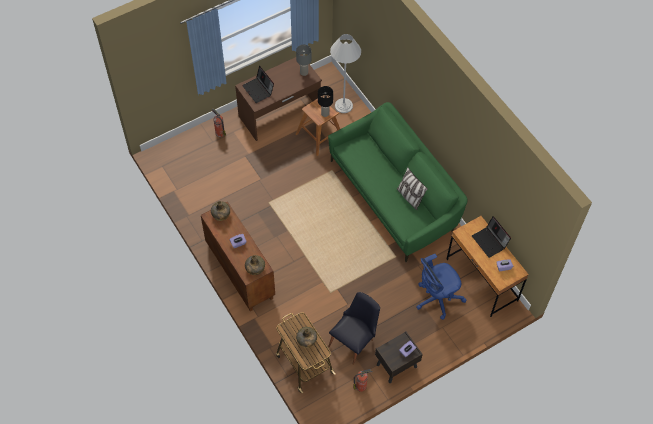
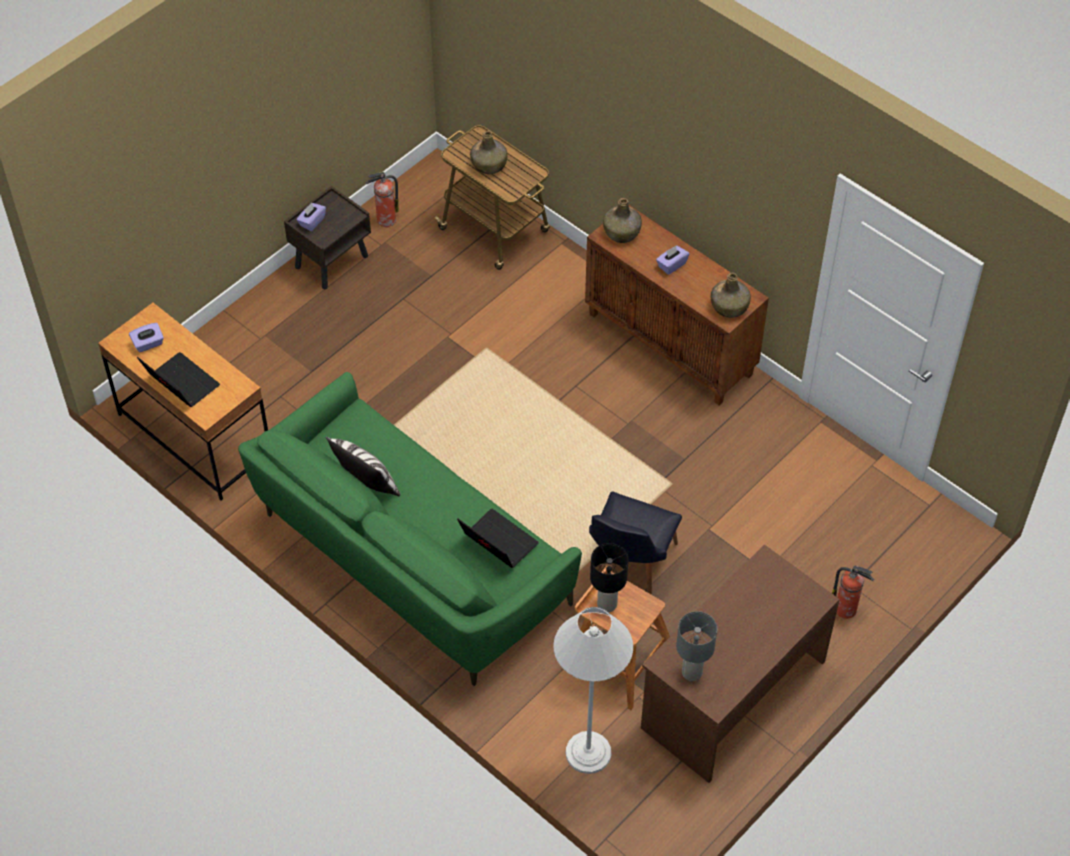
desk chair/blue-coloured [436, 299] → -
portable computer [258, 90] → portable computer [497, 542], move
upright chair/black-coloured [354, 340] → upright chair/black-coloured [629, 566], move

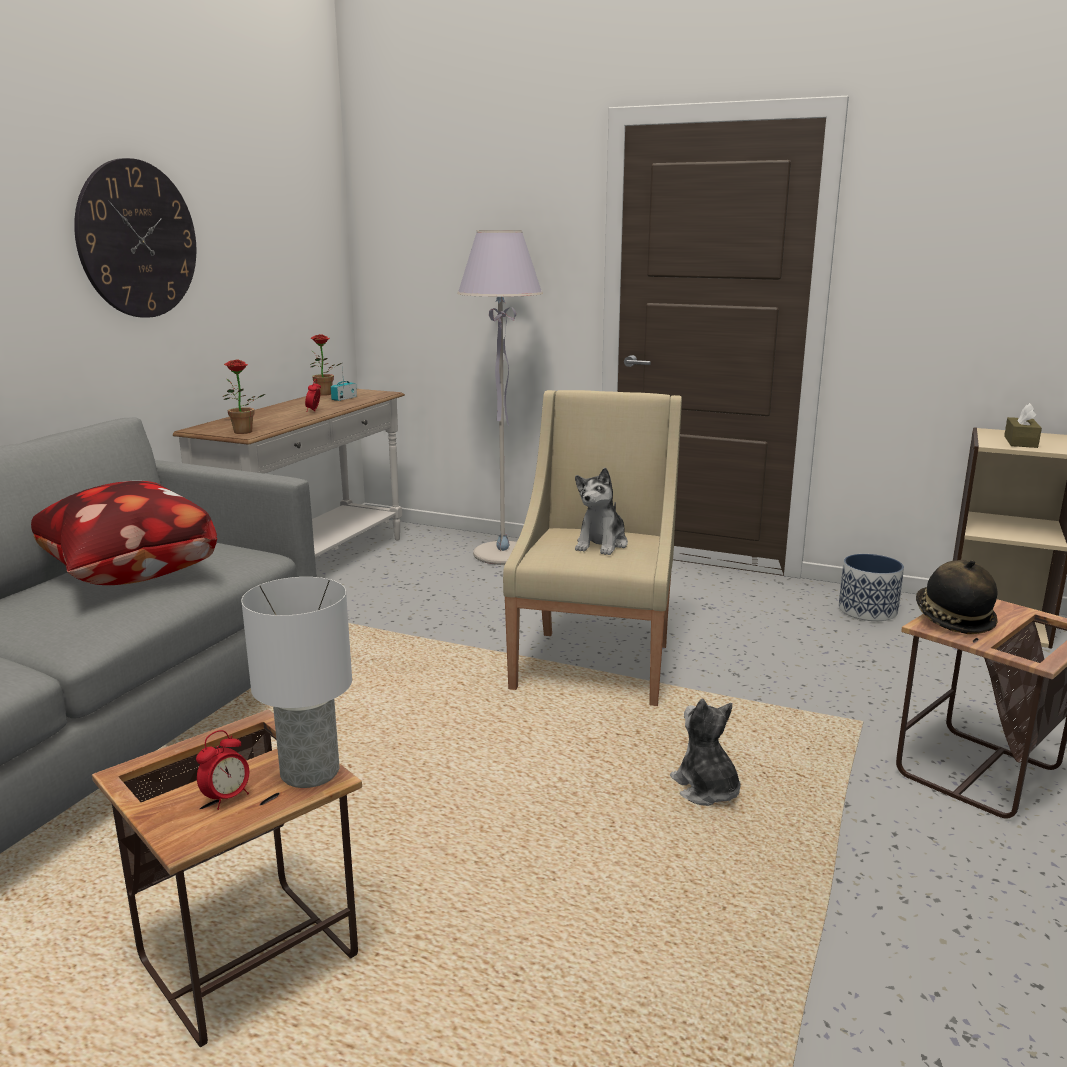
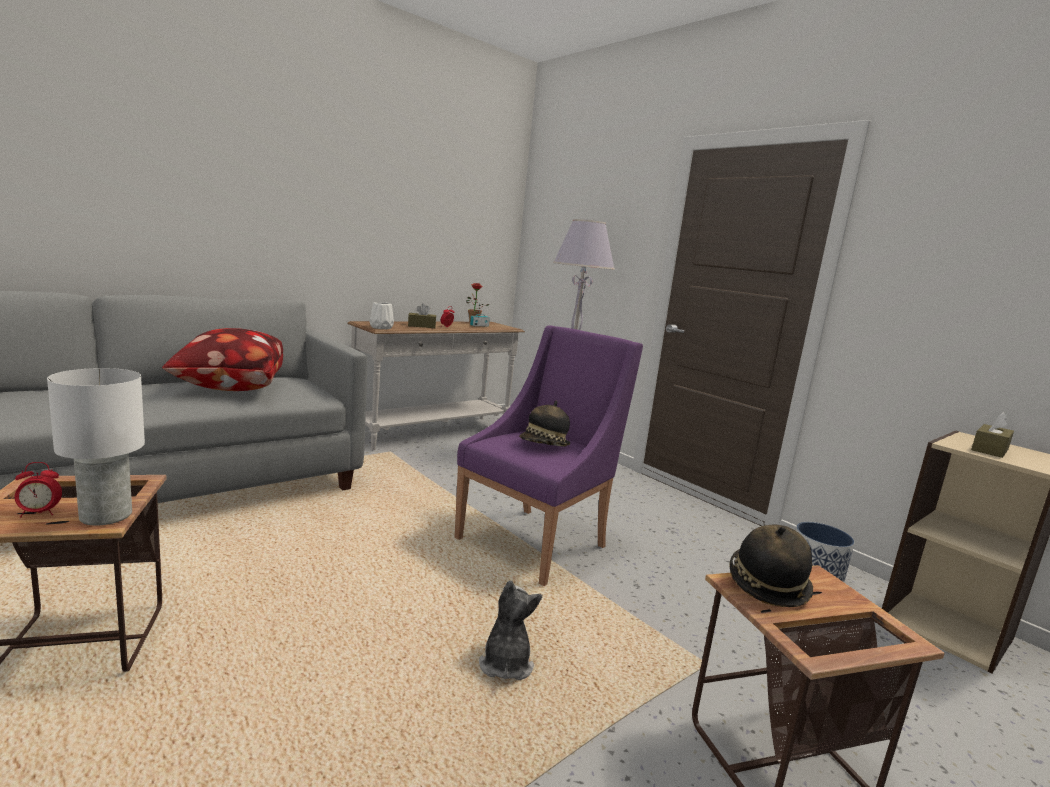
hanging clock [138, 239] → -
- → tissue box/brown-coloured [421, 326]
plant in a pot [243, 433] → vase/white-coloured [380, 328]
cuddly toy [601, 544] → wearable hat [544, 445]
armchair/beige-coloured [595, 664] → armchair/purplish [536, 542]

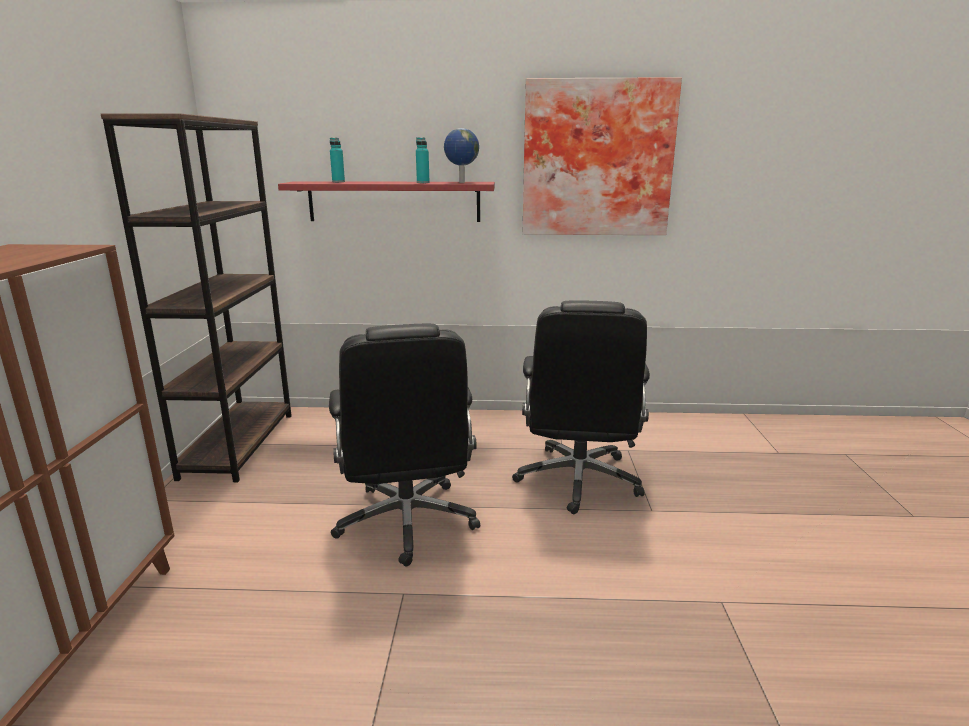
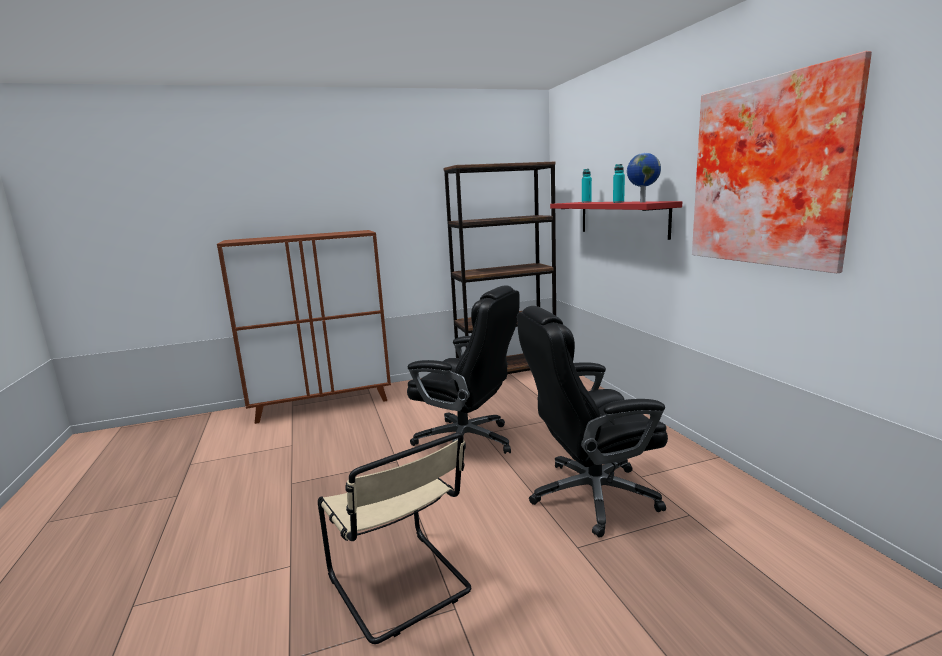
- → upright chair/beige-coloured [401, 586]
desk chair/black-coloured [407, 522] → desk chair/black-coloured [467, 442], 120 degrees counterclockwise

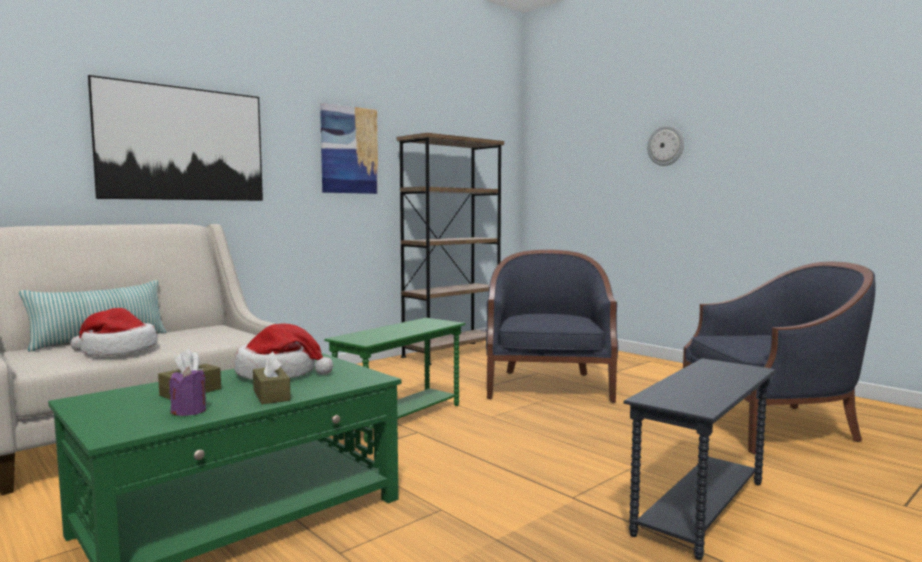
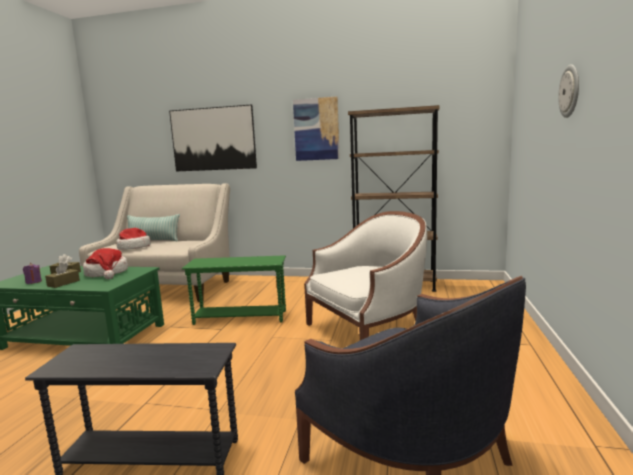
armchair/blue-coloured [548, 386] → armchair/white-coloured [368, 332]

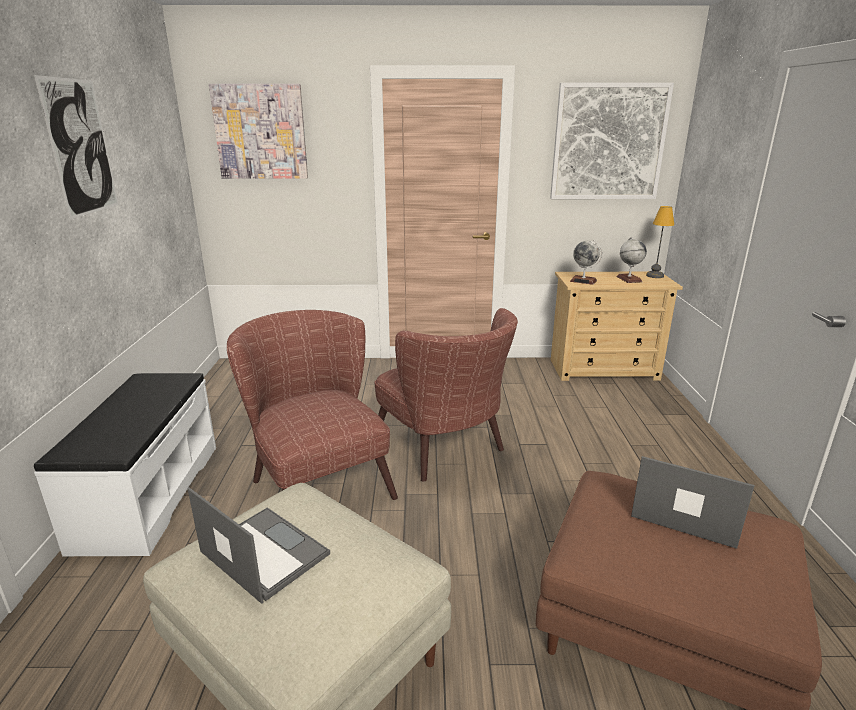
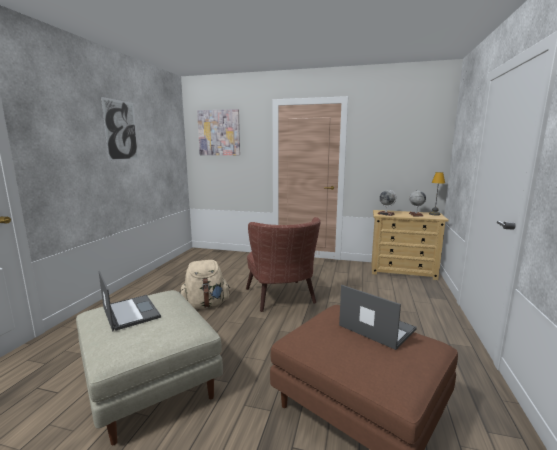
bench/white-coloured [148, 494] → -
wall art [608, 142] → -
armchair/brown-coloured [317, 482] → rucksack/beige-coloured [205, 304]

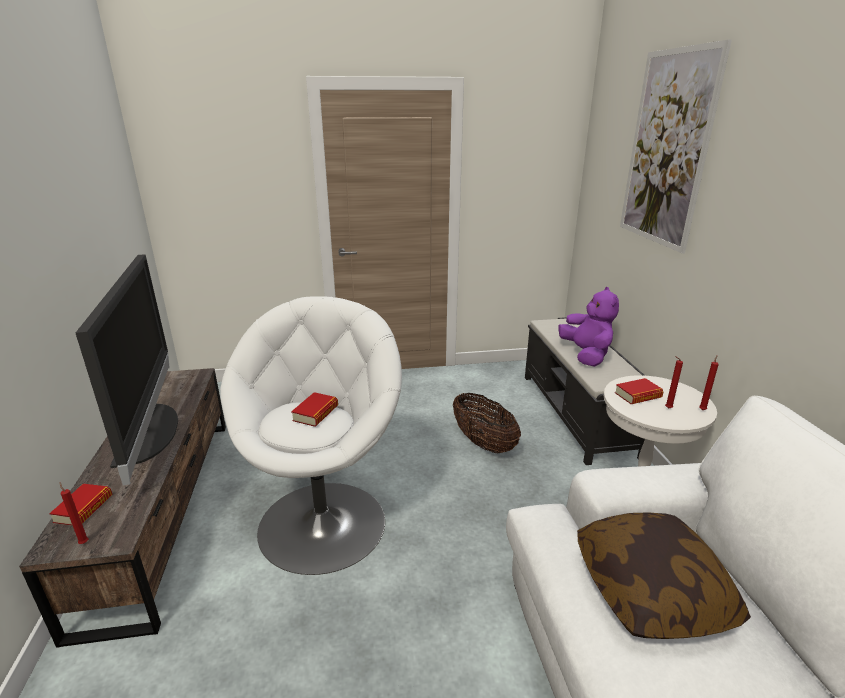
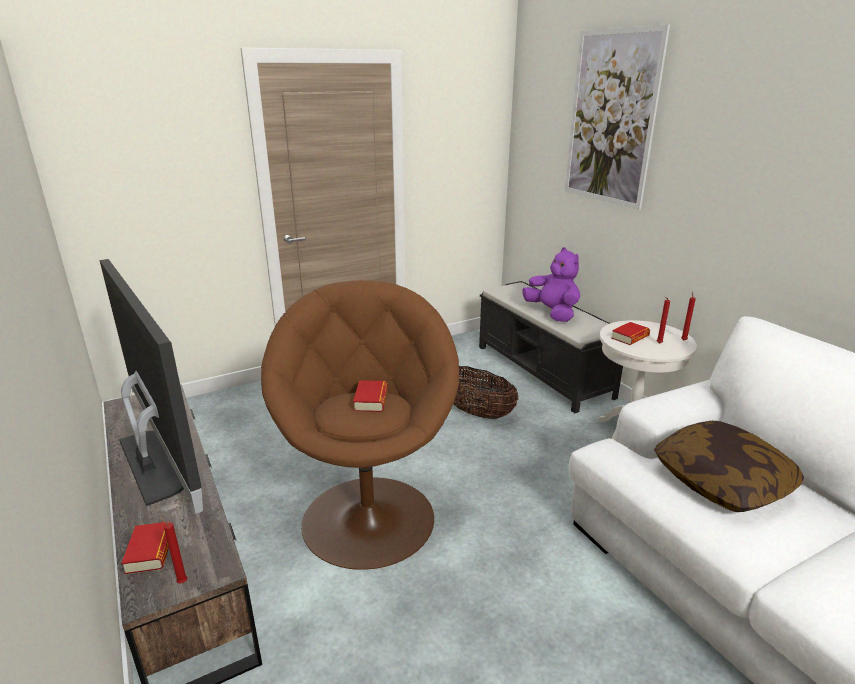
armchair/white-coloured [324, 523] → armchair/brown-coloured [369, 517]

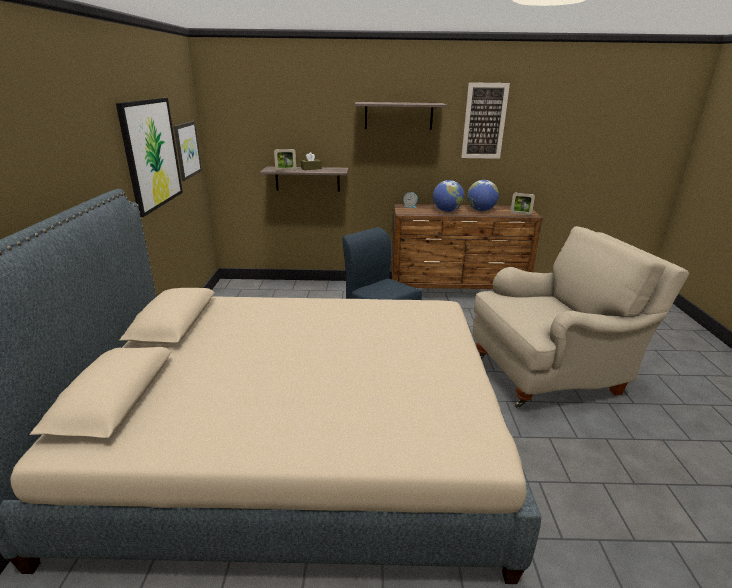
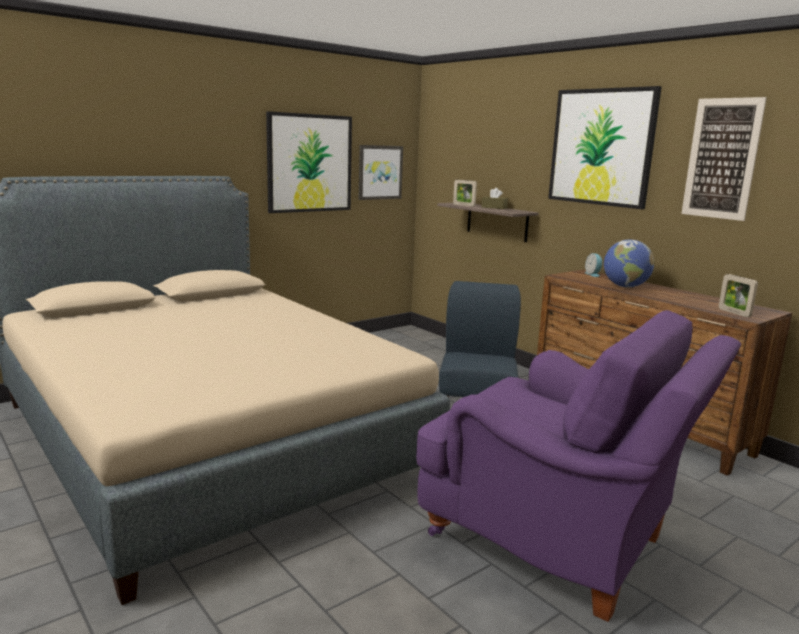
globe [481, 210] → -
bracket shelf [398, 115] → wall art [601, 147]
armchair/beige-coloured [551, 374] → armchair/purplish [556, 543]

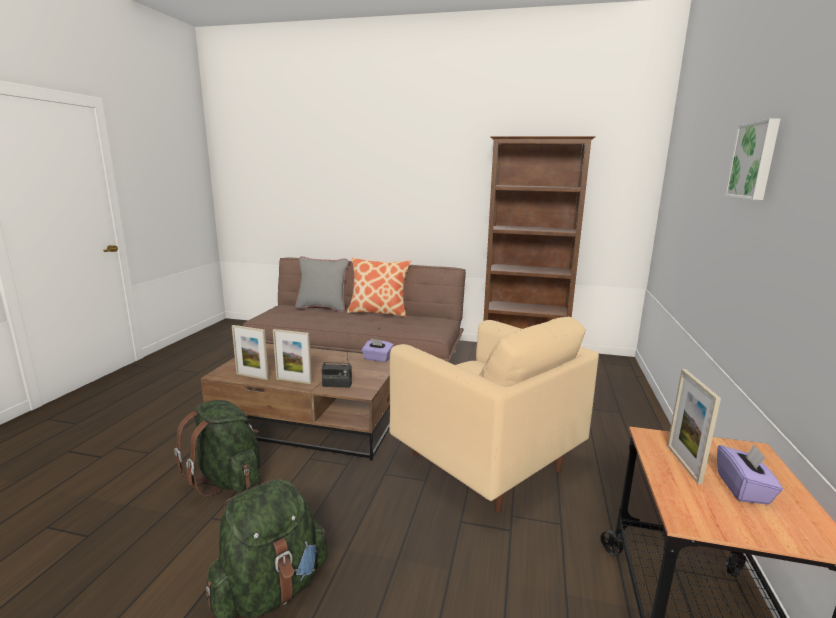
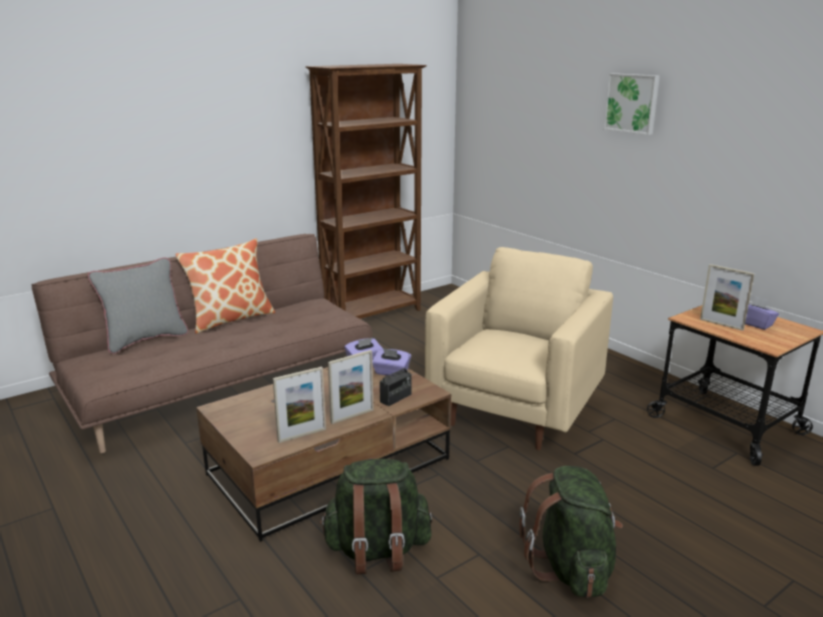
- → tissue box/purplish [391, 372]
armchair/beige-coloured [484, 462] → armchair/beige-coloured [515, 411], 60 degrees counterclockwise

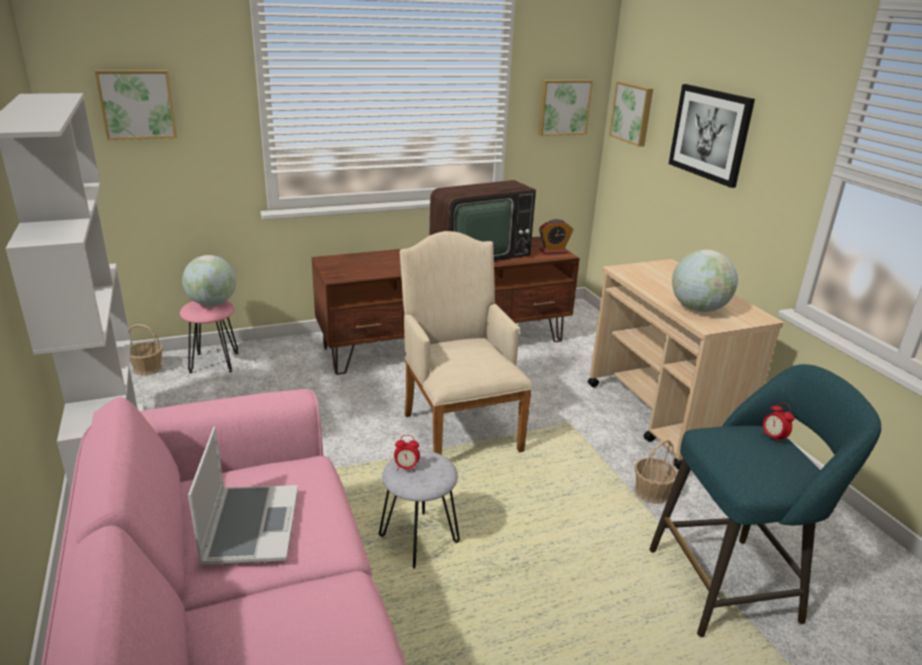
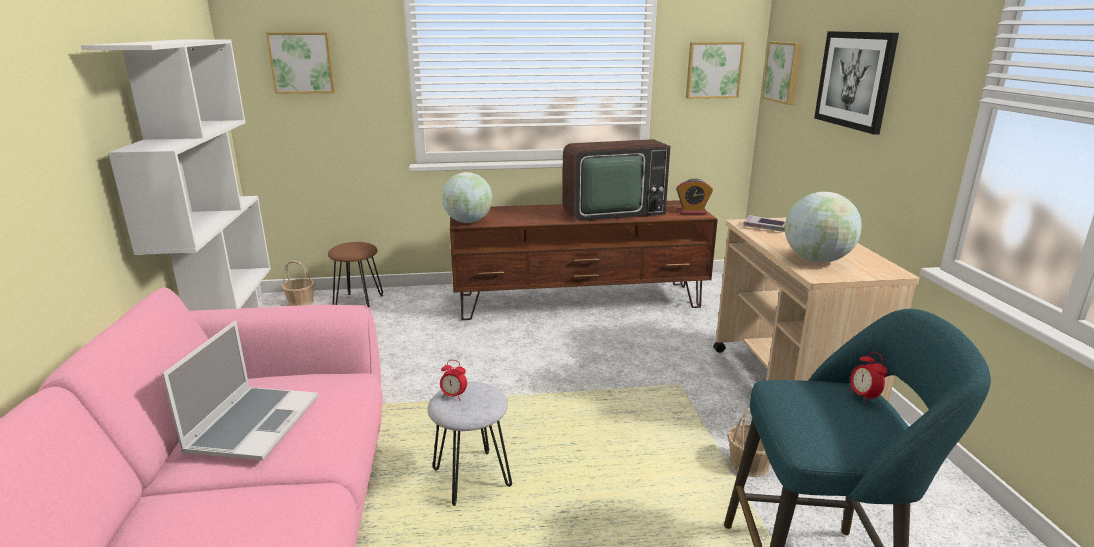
armchair/beige-coloured [459, 427] → -
- → volume [765, 227]
globe [212, 303] → globe [468, 221], move
sitting stool/pink-coloured [214, 362] → sitting stool/brown-coloured [359, 302]

